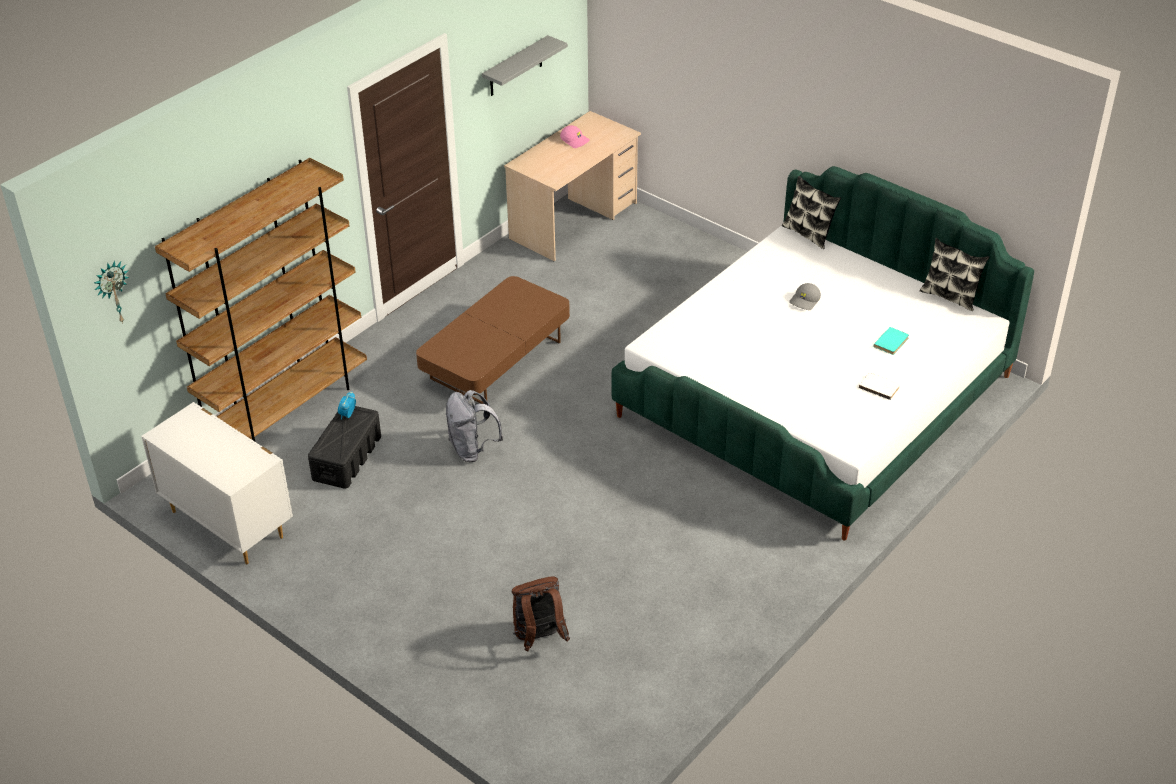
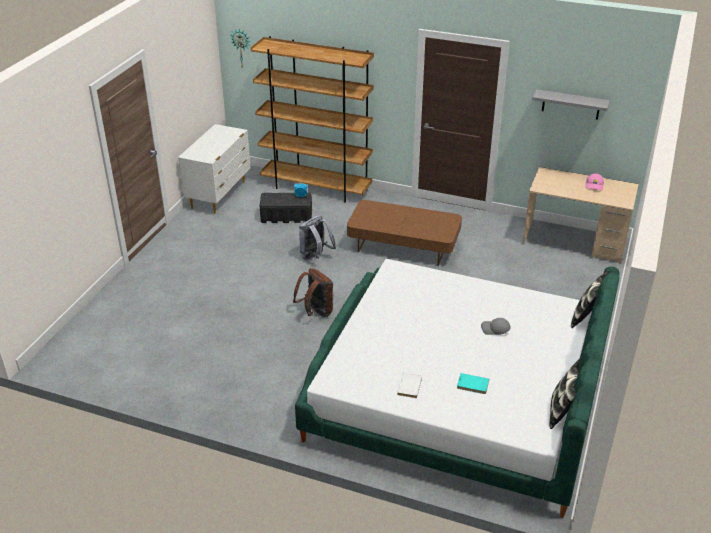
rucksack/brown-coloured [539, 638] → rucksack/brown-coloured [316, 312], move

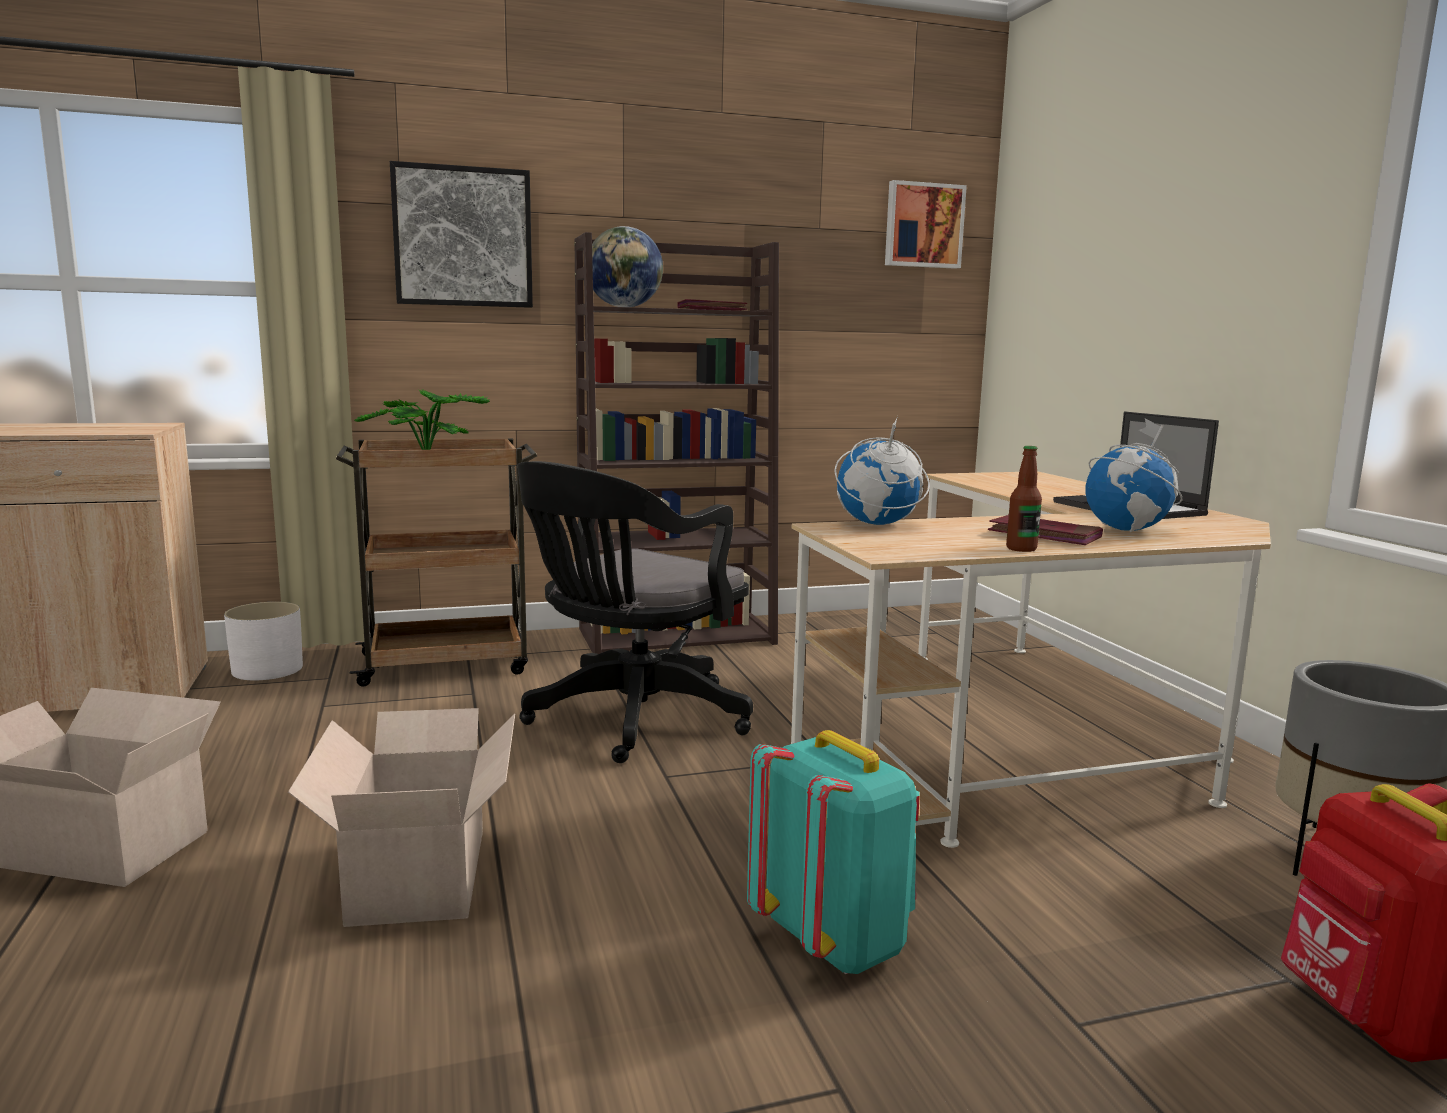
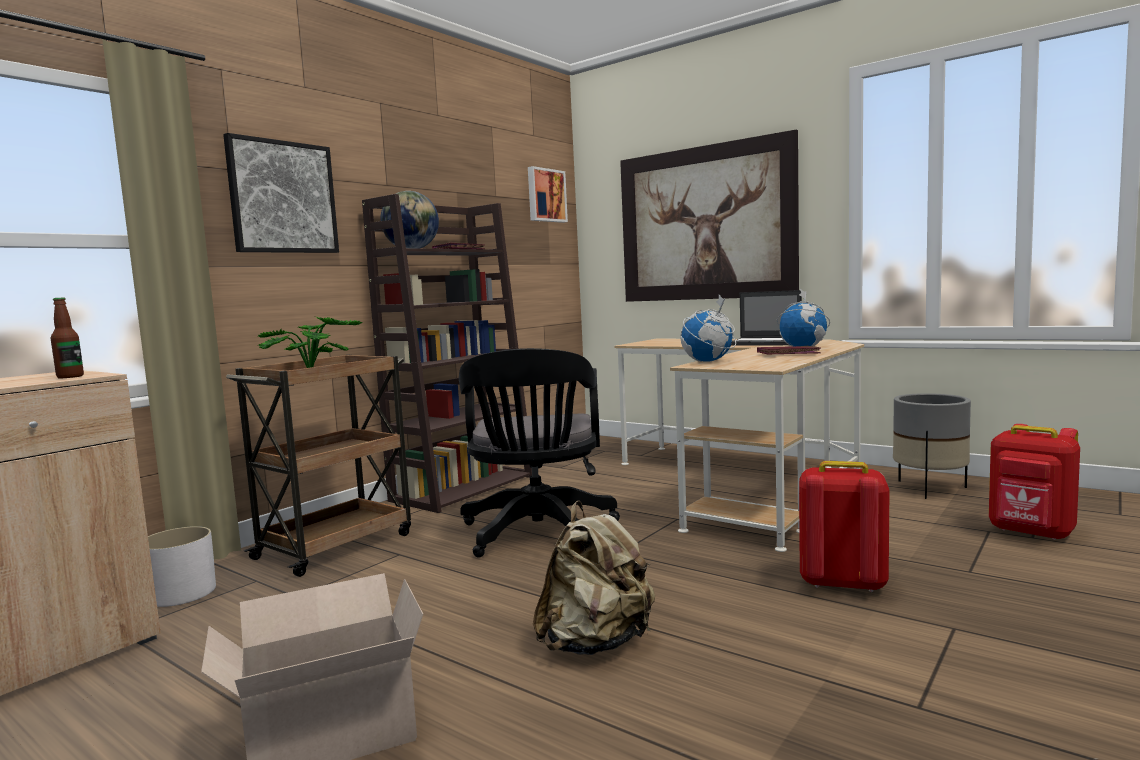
- → wall art [705, 223]
beverage bottle [1021, 549] → beverage bottle [70, 377], move
packing box [421, 872] → rucksack/beige-coloured [596, 643]
rucksack/blue-green [834, 940] → rucksack/red [841, 583]

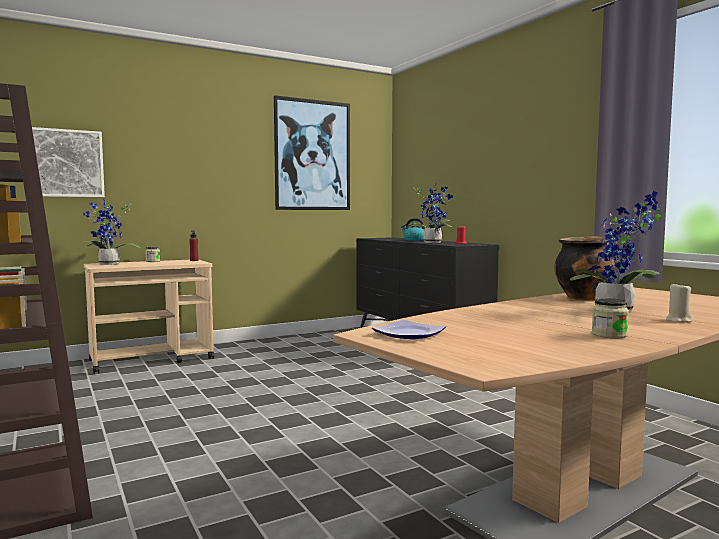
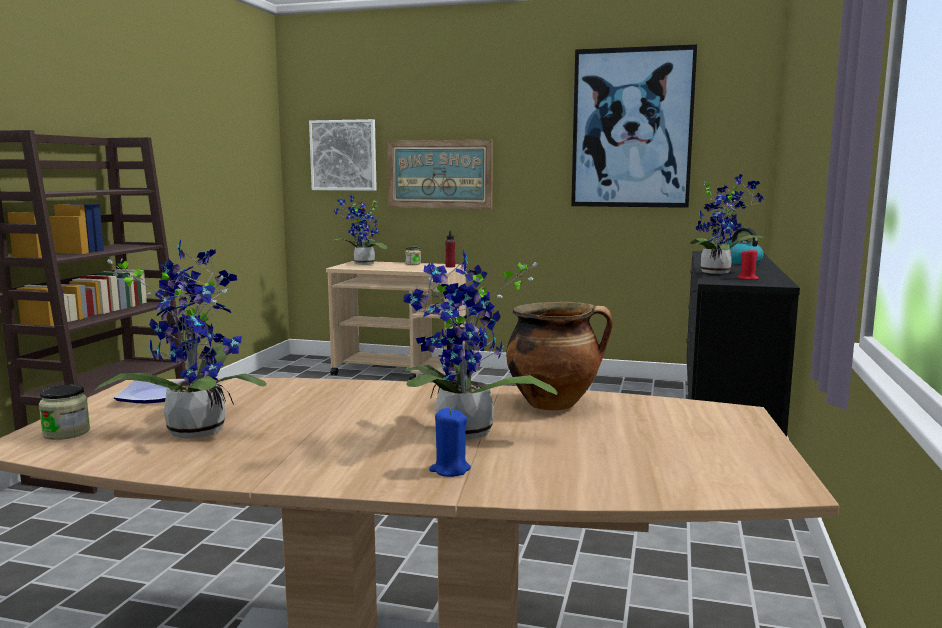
- → plant in a pot [197, 428]
- → wall art [439, 174]
preserve jar [609, 335] → preserve jar [66, 433], move
candle/beige-coloured [678, 320] → candle/blue-coloured [450, 470]

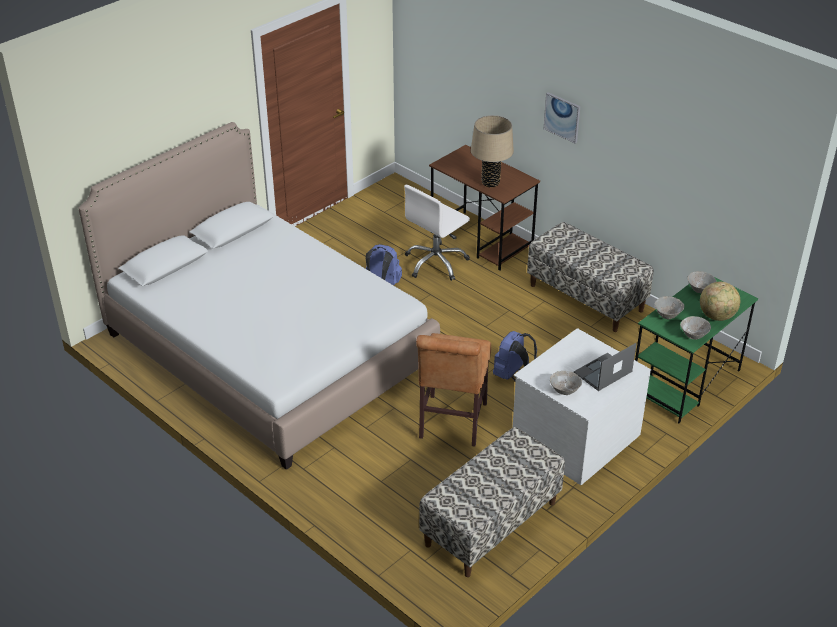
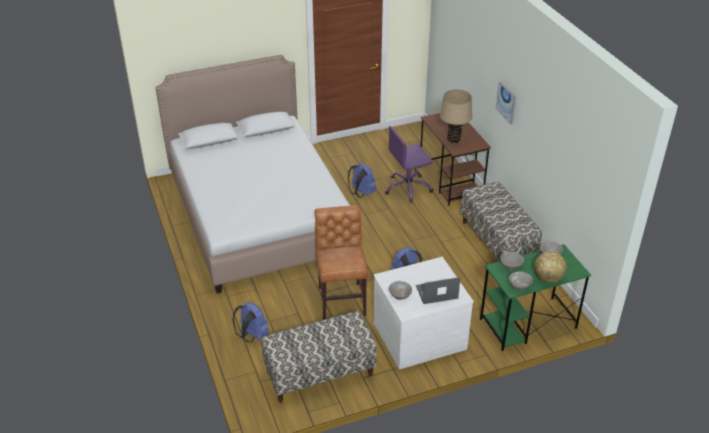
- → rucksack/blue-coloured [252, 336]
desk chair/white-coloured [436, 263] → desk chair/purplish [408, 188]
upright chair/brown-coloured [451, 424] → upright chair/brown-coloured [341, 298], 135 degrees clockwise

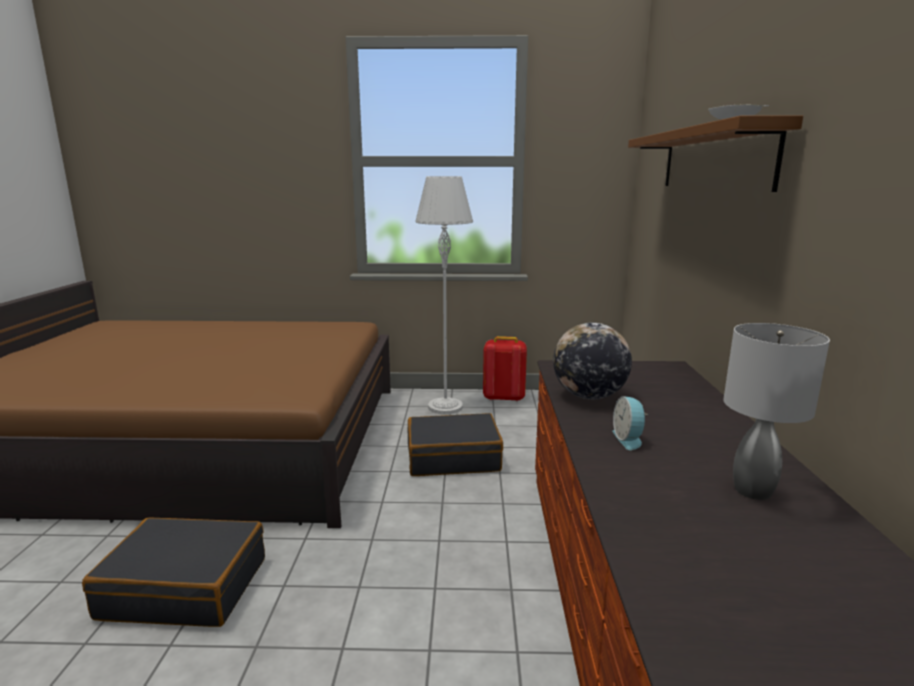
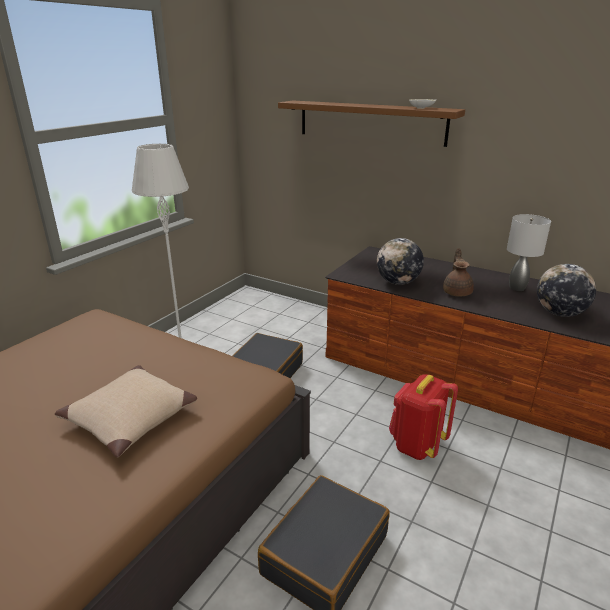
- → cushion/beige-coloured [131, 418]
- → globe [559, 313]
rucksack/red [503, 398] → rucksack/red [417, 445], move
table clock [628, 439] → pot for tea/brown-coloured [457, 292]

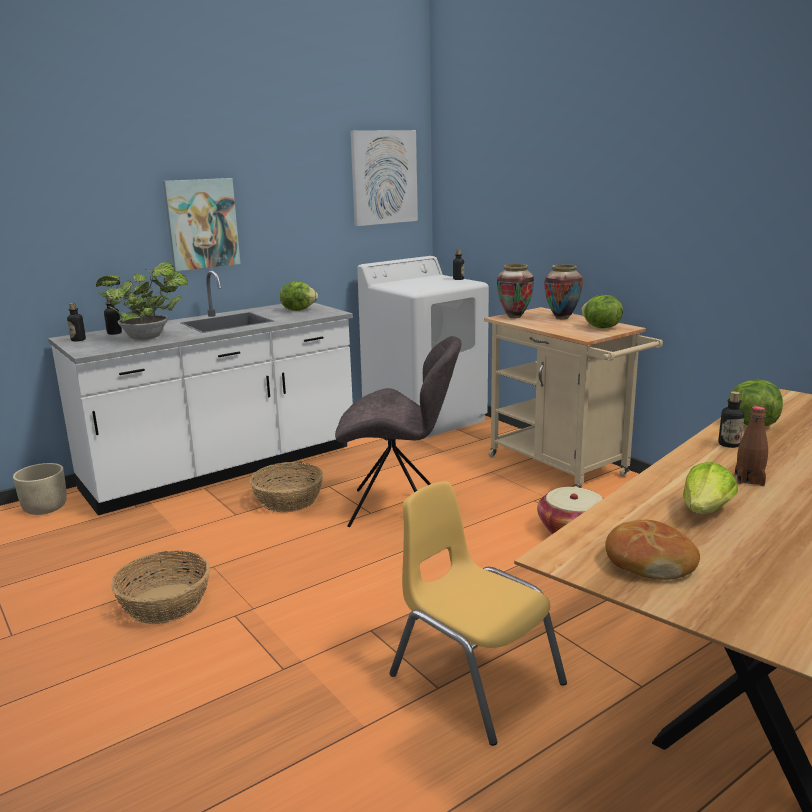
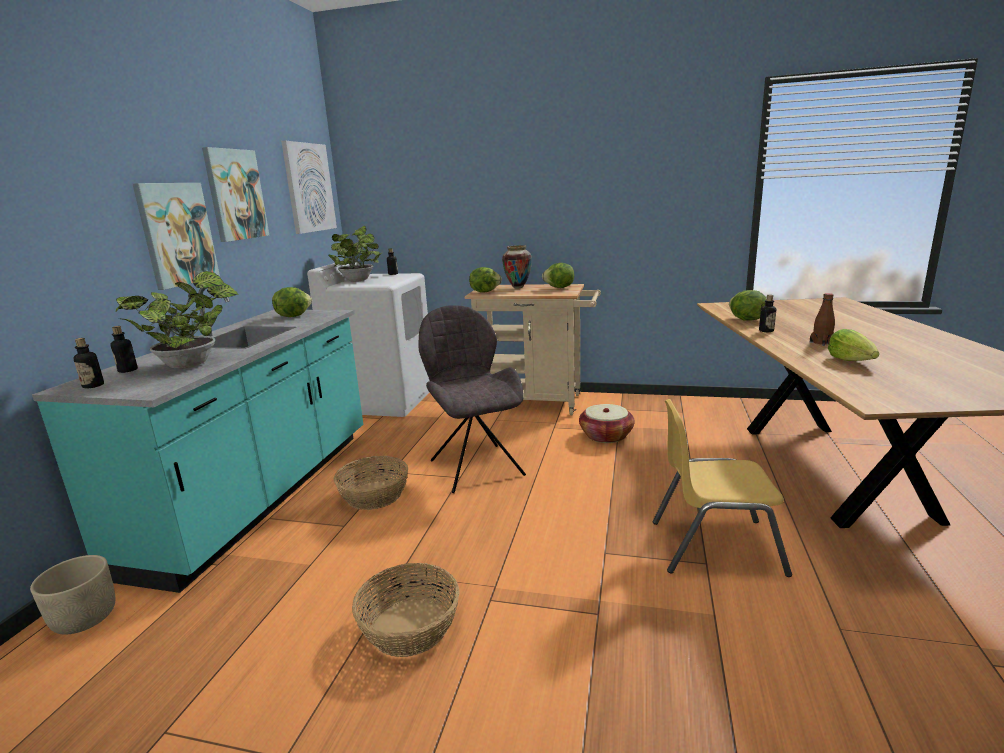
bread [649, 562] → -
- → wall art [235, 195]
- → plant in a pot [359, 280]
vase [515, 317] → lettuce [485, 292]
kitchen base unit/white-coloured [223, 469] → kitchen base unit/blue-green [261, 495]
upright chair/grey [398, 508] → upright chair/grey [475, 466], 75 degrees counterclockwise

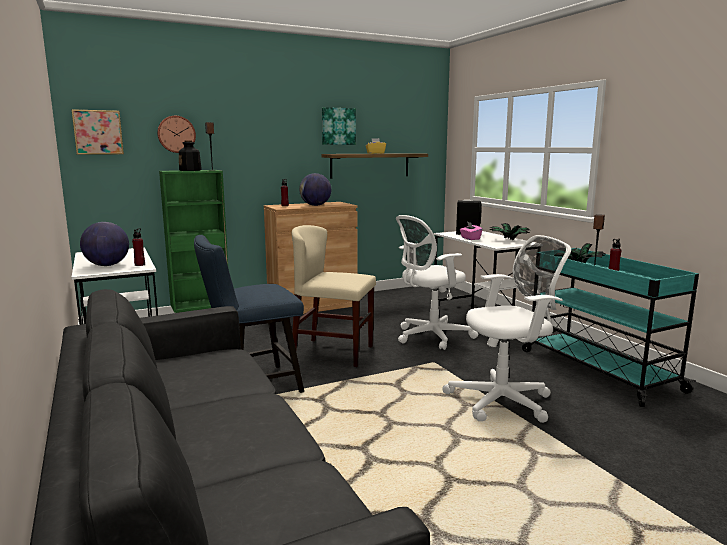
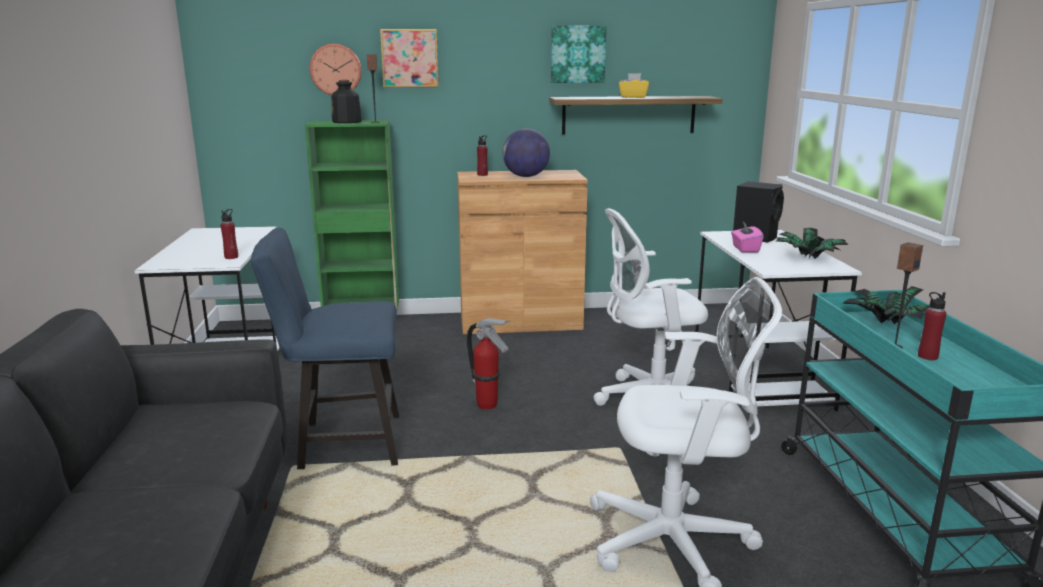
globe [107, 265] → -
wall art [98, 132] → wall art [410, 58], move
upright chair/beige-coloured [333, 352] → extinguisher [487, 405]

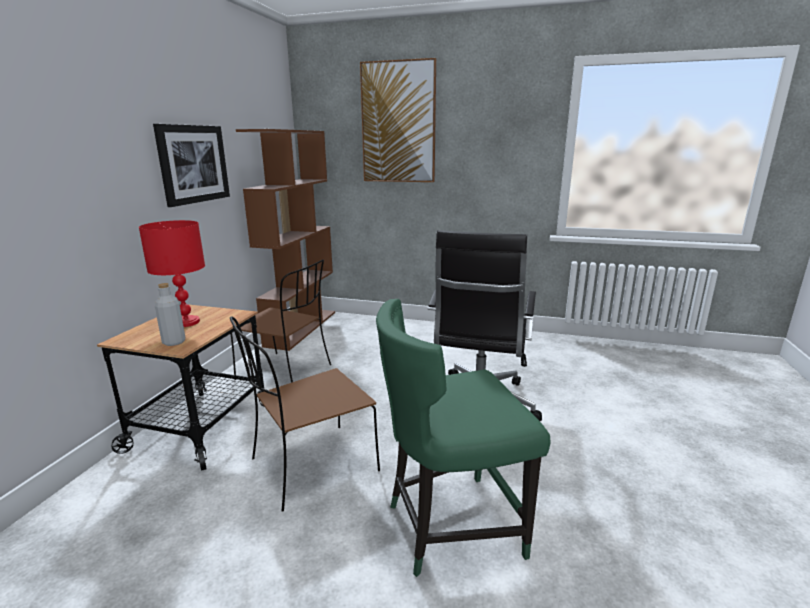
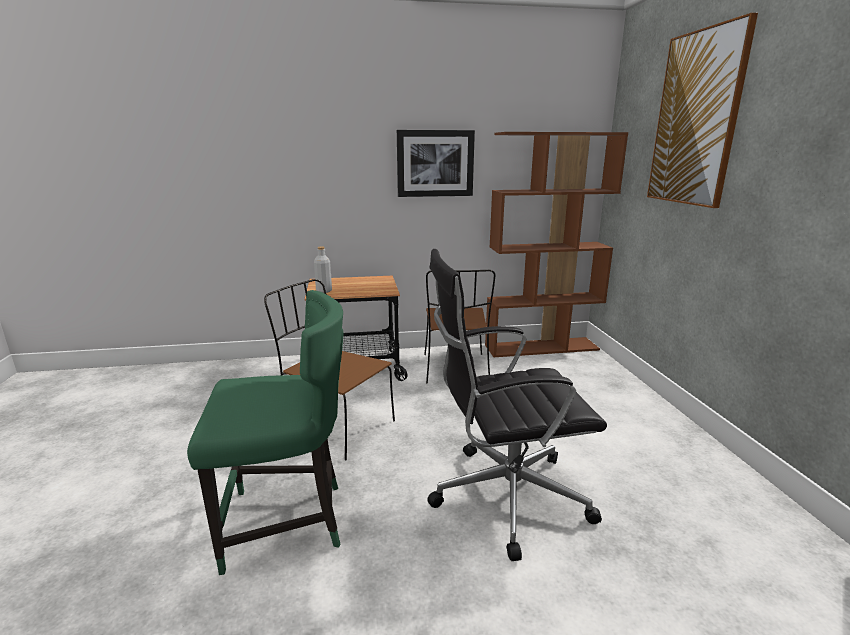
table lamp/red [186, 322] → -
upright chair/green [450, 526] → upright chair/green [287, 522], 120 degrees clockwise

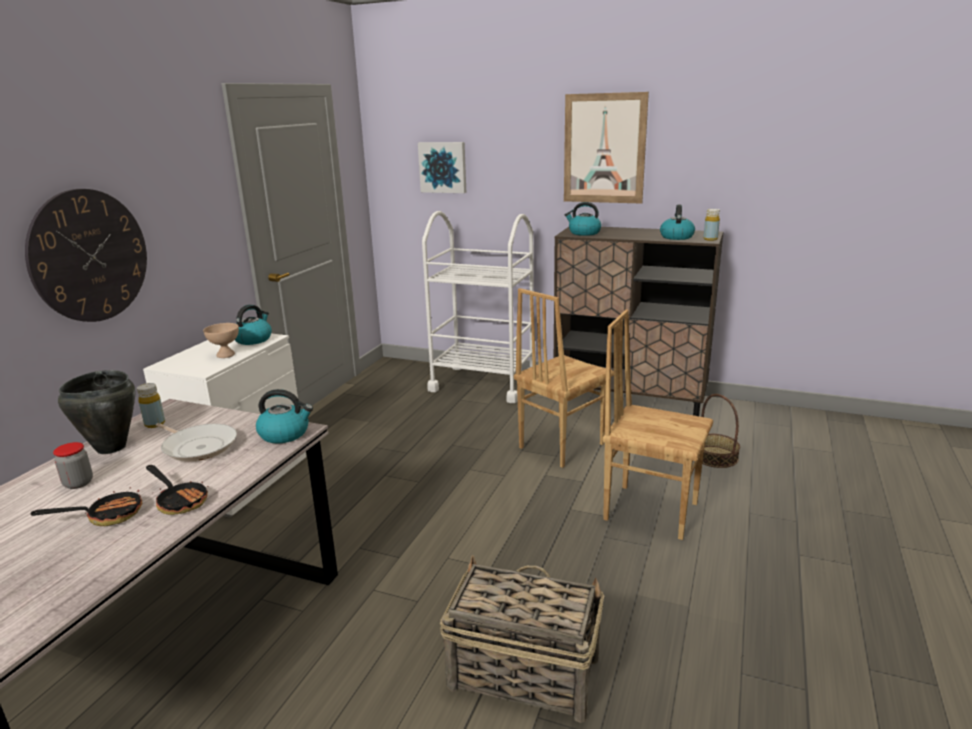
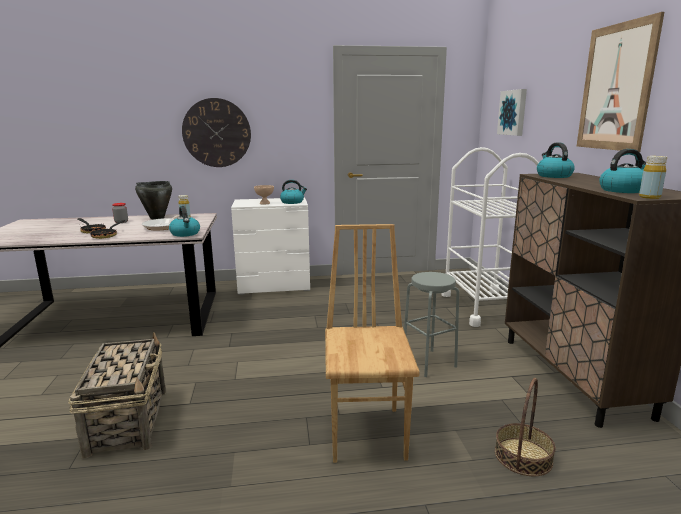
upright chair/brown-coloured [560, 445] → sitting stool/grey [428, 362]

